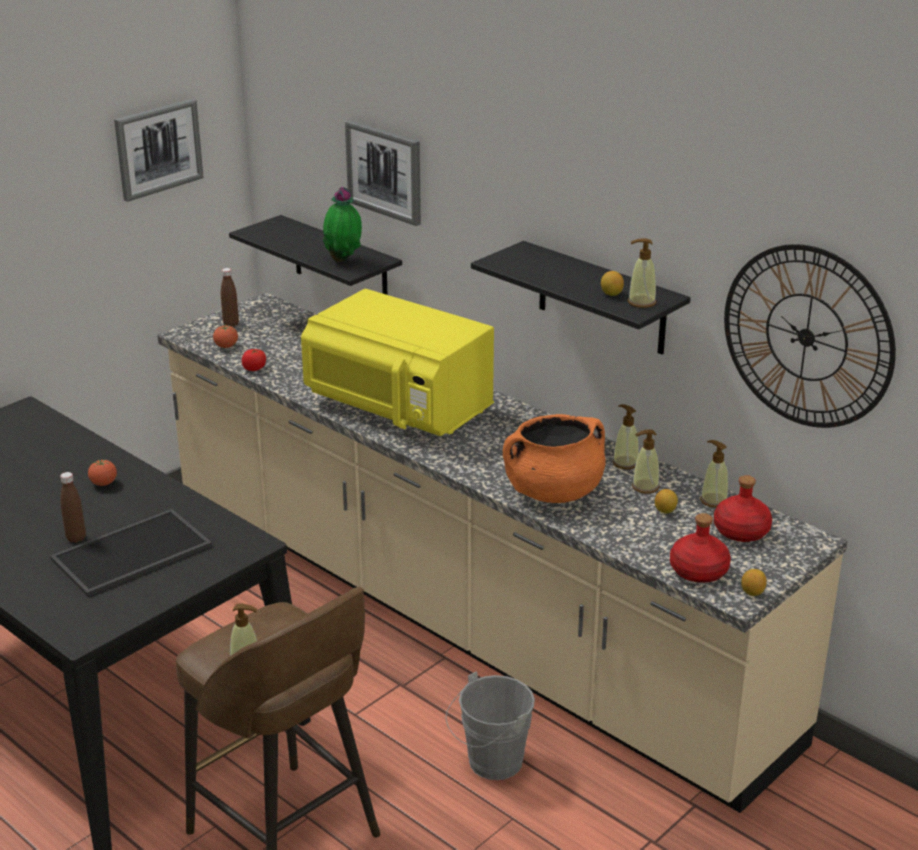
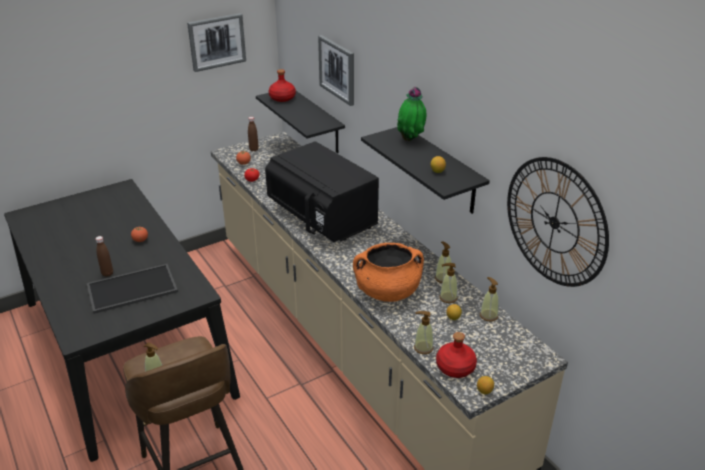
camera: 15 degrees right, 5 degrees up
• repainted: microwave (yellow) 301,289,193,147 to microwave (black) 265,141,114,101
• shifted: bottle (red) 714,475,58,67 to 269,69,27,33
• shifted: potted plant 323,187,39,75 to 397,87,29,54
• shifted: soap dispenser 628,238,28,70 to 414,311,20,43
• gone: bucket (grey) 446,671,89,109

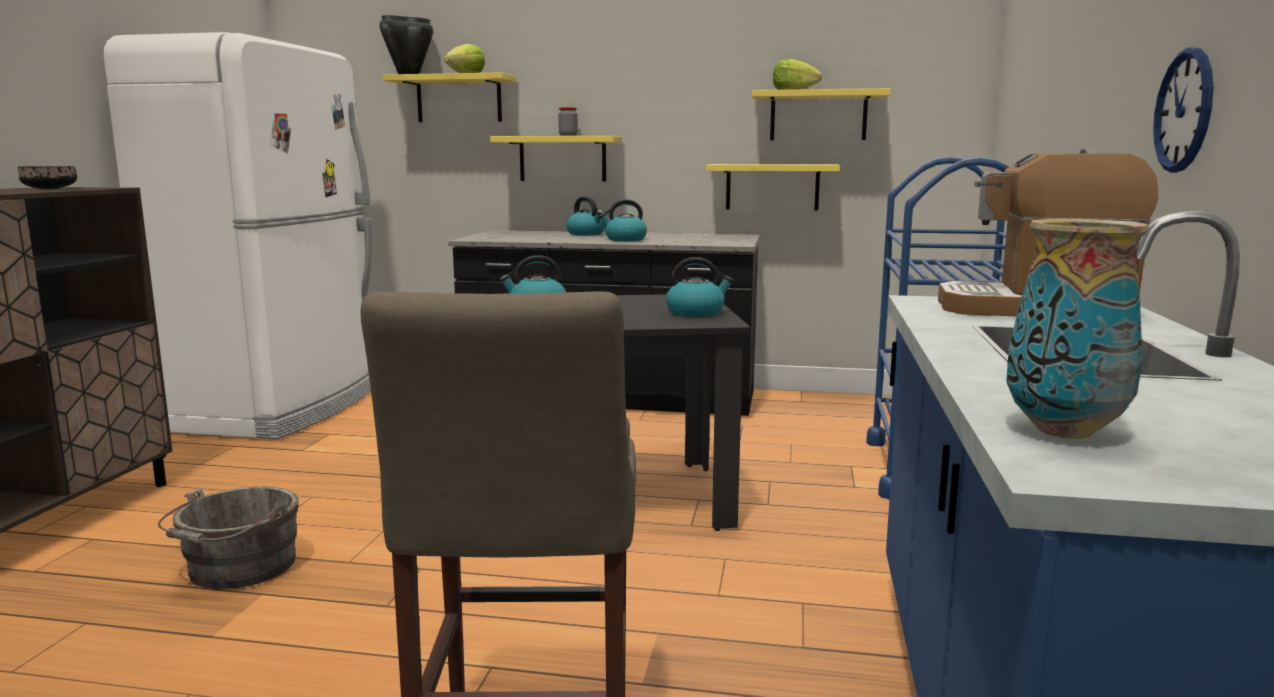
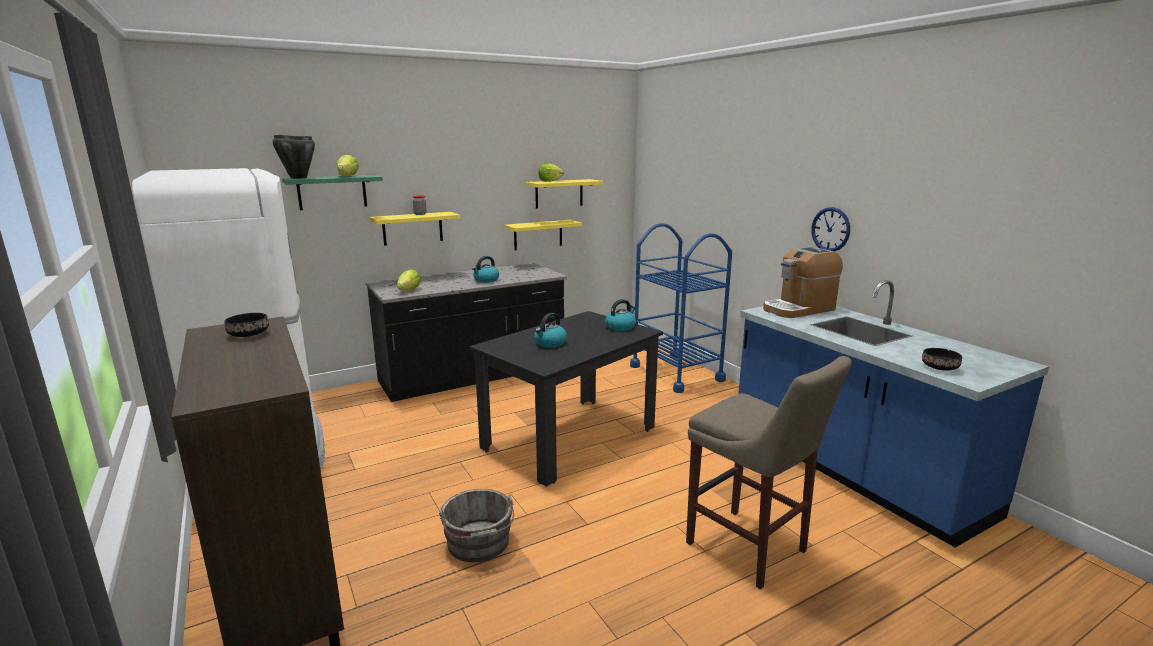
camera: 40 degrees left, 5 degrees up
• repainted: shelf (yellow) 383,72,133,50 to shelf (green) 282,175,101,35
• new: lettuce 397,269,24,22
• swapped: vase 1006,219,143,220 to bowl (black) 922,348,40,23
• gone: kettle 566,196,39,40

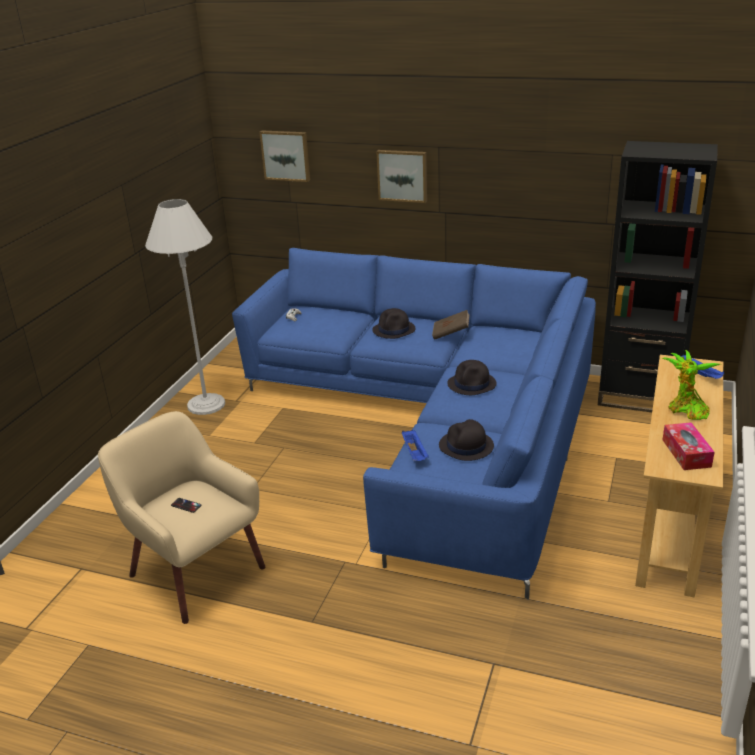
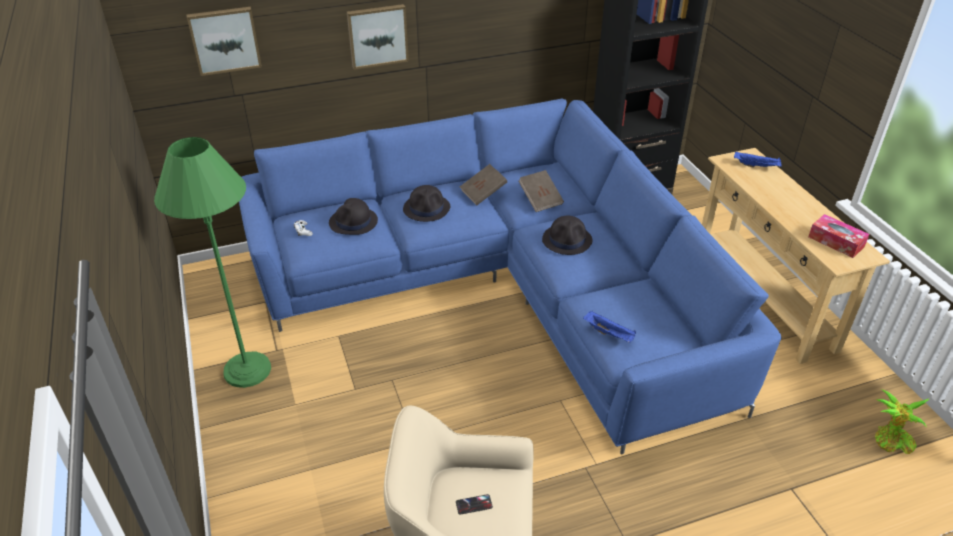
camera: 40 degrees left, 10 degrees up
• repainted: floor lamp (white) 145,199,80,216 to floor lamp (green) 154,137,117,251
• shifted: hat (black) 439,419,55,42 to 329,198,49,37
• new: book (brown) 519,170,45,42
• shifted: potted plant 662,350,58,70 to 875,389,54,65

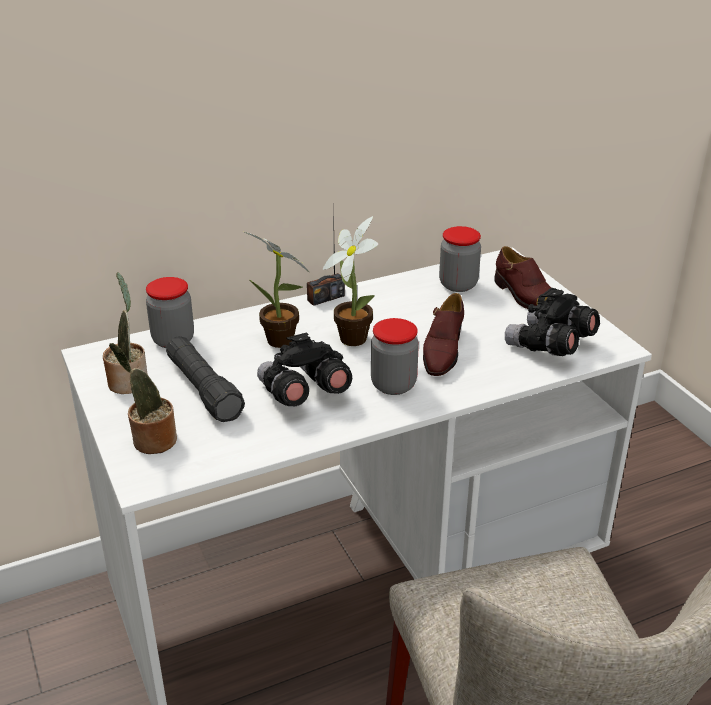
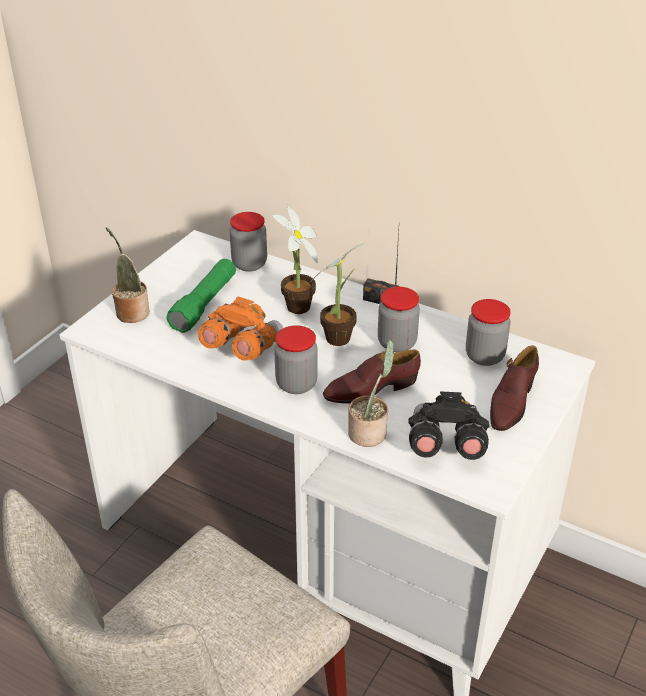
camera: 55 degrees right, 5 degrees up
• repainted: flashlight (black) 166,336,79,86 to flashlight (green) 166,259,70,74
• repainted: binoculars (black) 257,332,95,74 to binoculars (orange) 198,296,85,65
• shifted: potted plant 103,272,45,122 to 348,340,46,107
• new: jar 378,287,42,65

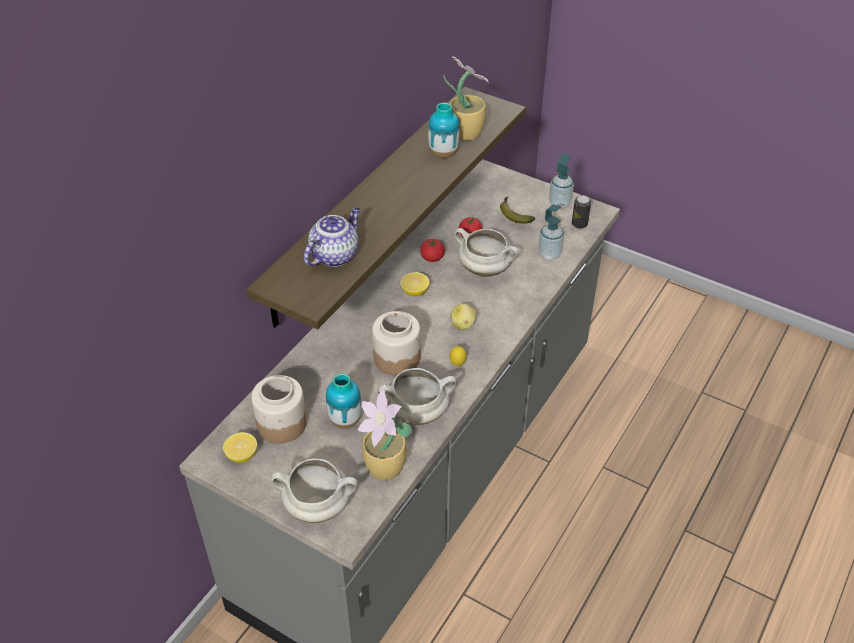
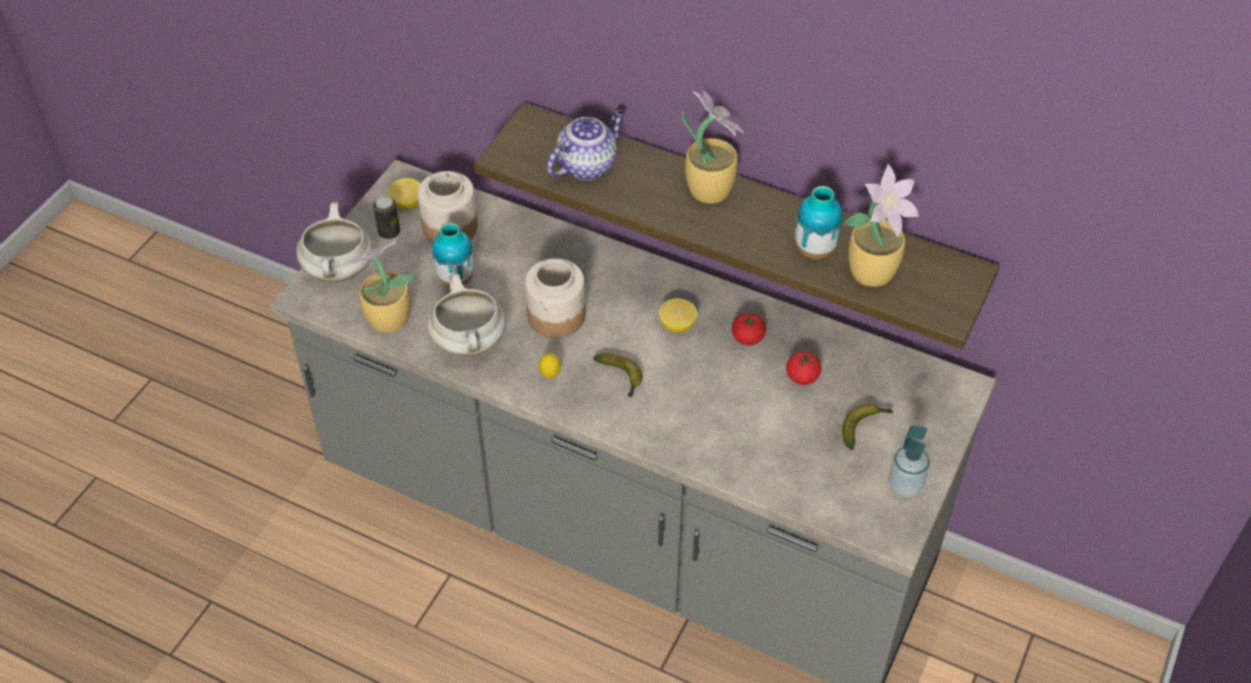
camera: 85 degrees right, 5 degrees up
• shifted: can 572,195,19,34 to 373,196,27,43
• rotated: teapot 304,207,56,60 = 547,110,78,70 75 degrees counterclockwise
• swapped: potato 450,303,27,27 to banana 593,353,49,45
• new: potted plant 682,91,62,113
• gone: cooking pot (white) 454,228,65,49
• gone: soap dispenser 538,204,26,56

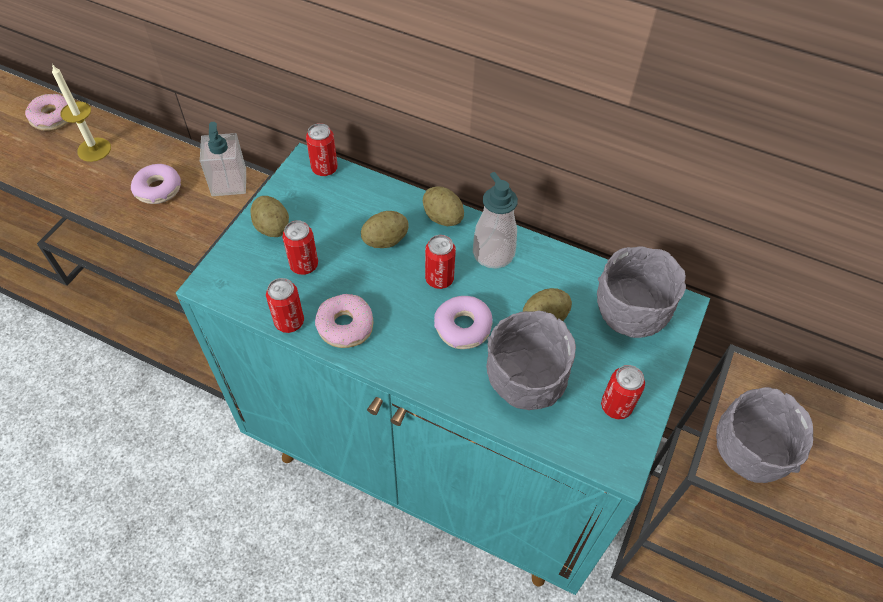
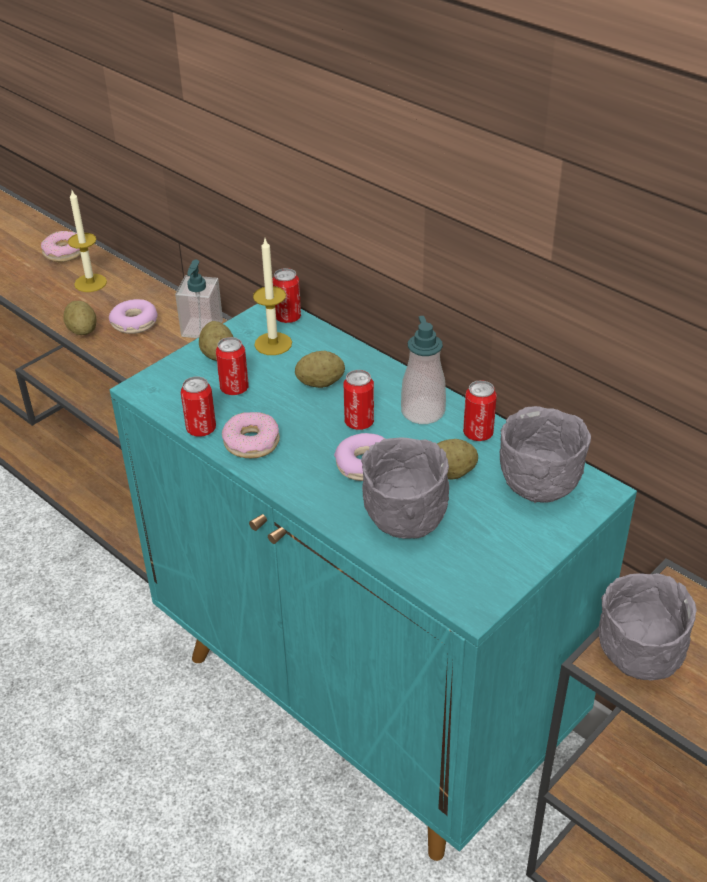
camera: 20 degrees right, 15 degrees down
• shifted: potato 423,186,41,41 to 63,301,33,34
• new: candle 253,239,39,116
• shifted: can 601,365,44,55 to 463,380,34,61

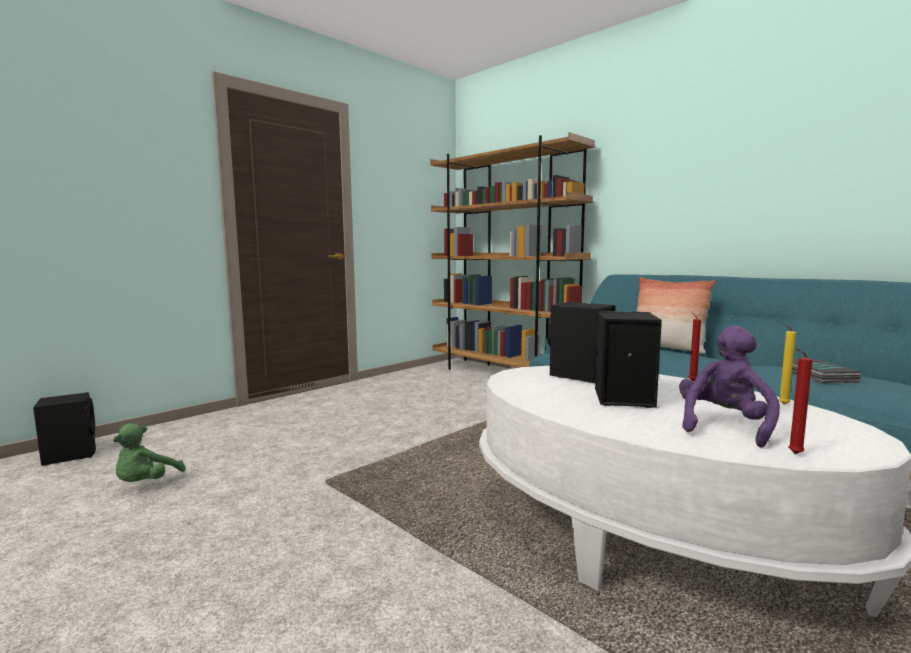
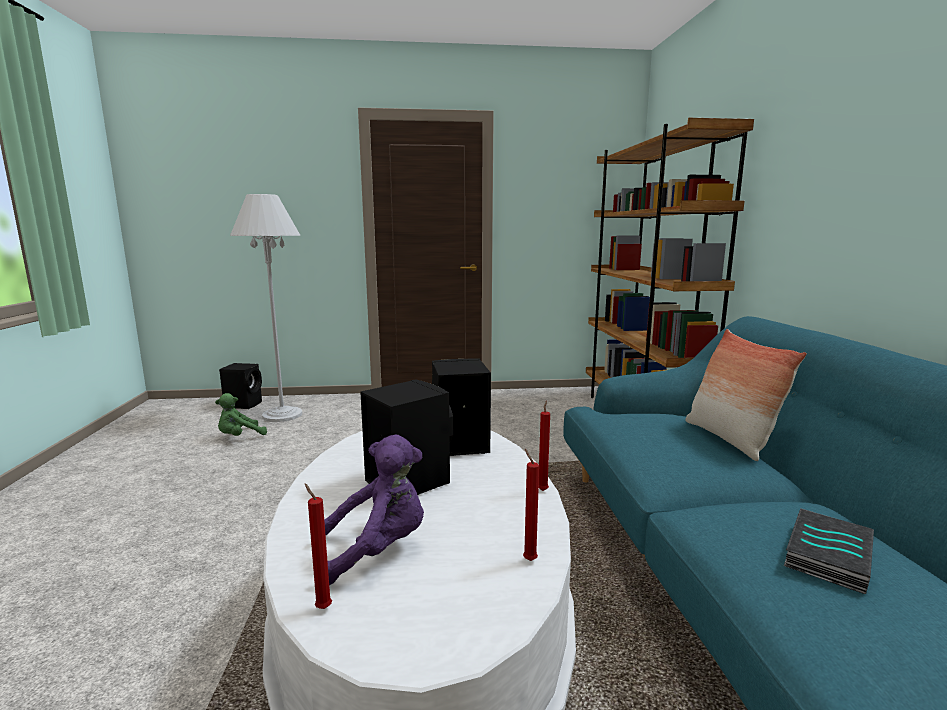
camera: 40 degrees right, 5 degrees up
• new: floor lamp (white) 230,194,73,228
• repainted: candle (yellow) 779,323,17,82 to candle (red) 523,449,16,112

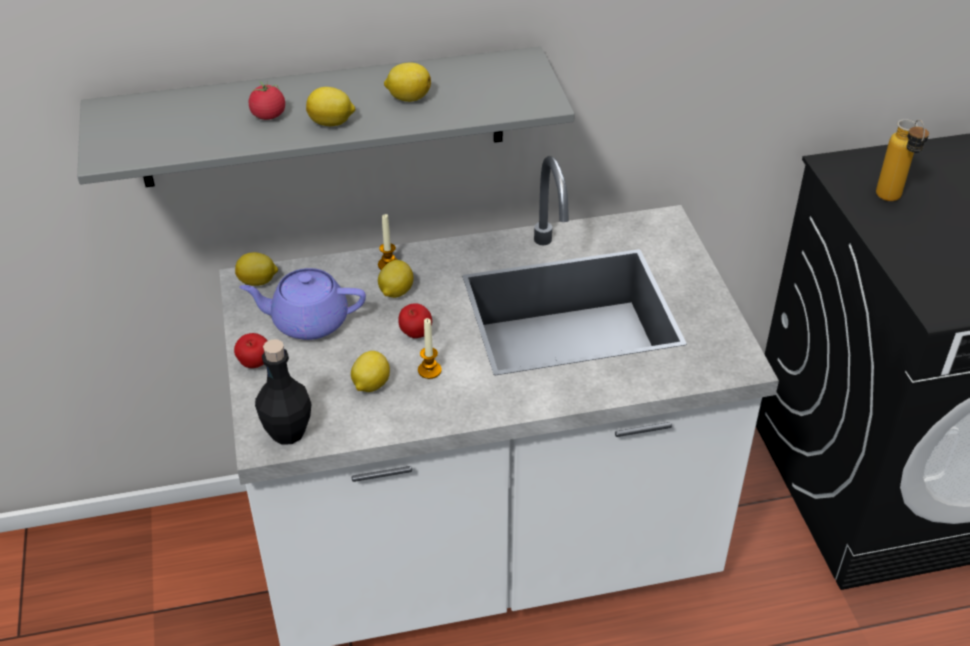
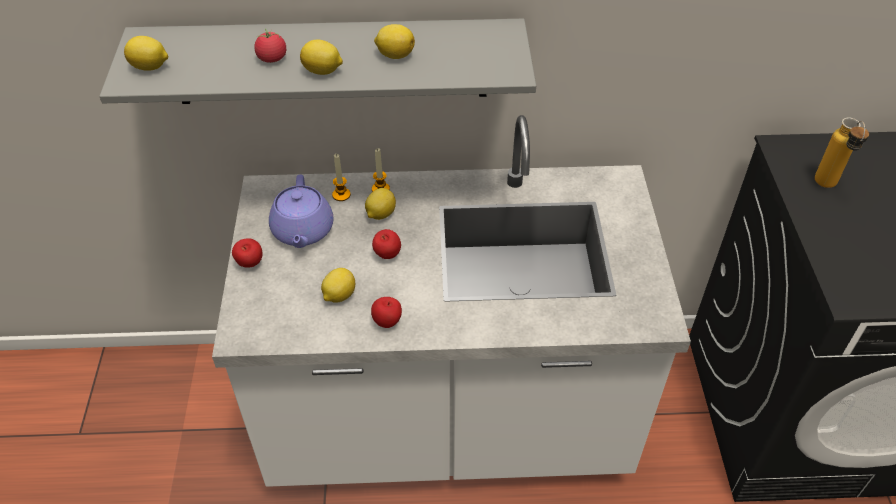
camera: 10 degrees right, 5 degrees up
• shifted: lemon 235,252,43,34 to 124,36,45,35
• rotated: teapot (purple) 239,268,127,72 = 269,175,64,73 105 degrees counterclockwise
• shifted: candle 418,318,24,61 to 332,154,19,47
• new: apple 371,297,31,31
• gone: bottle (black) 255,339,57,106

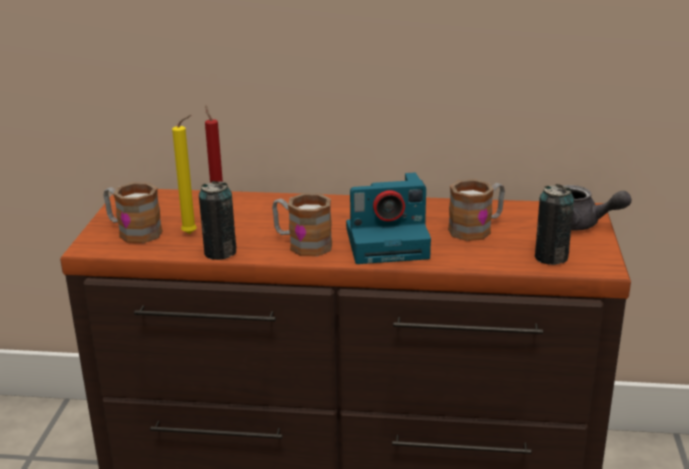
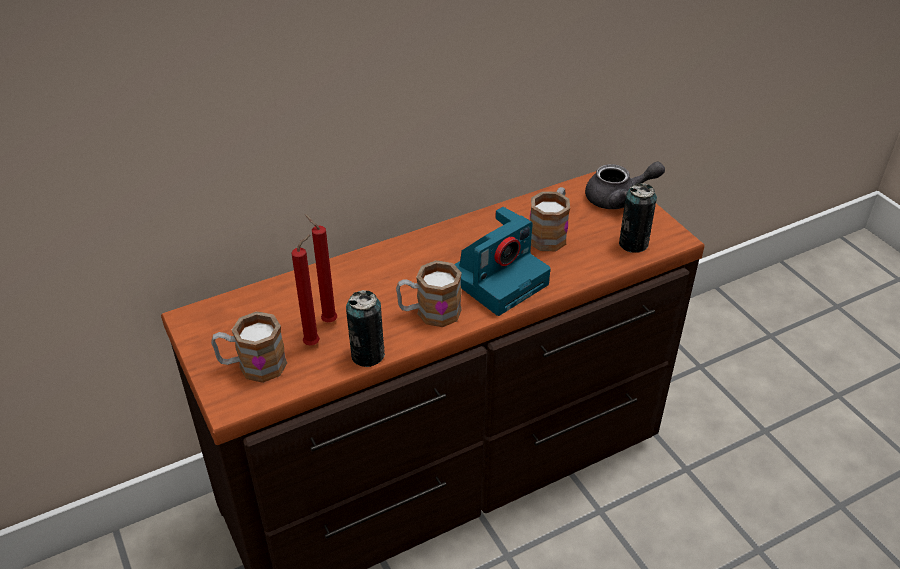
camera: 35 degrees left, 15 degrees up
• repainted: candle (yellow) 172,115,25,119 to candle (red) 291,234,29,111

